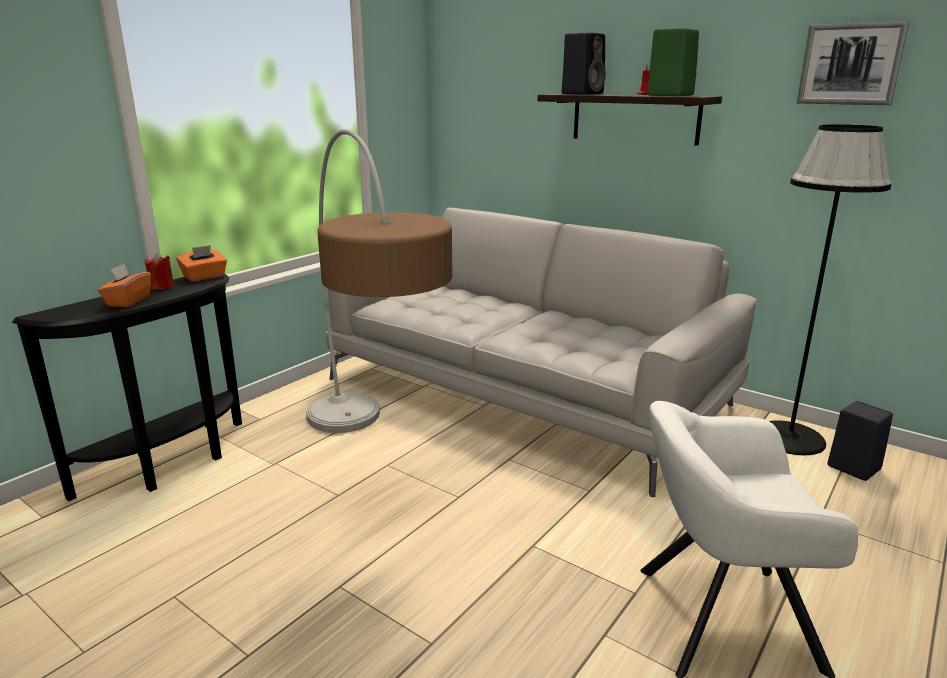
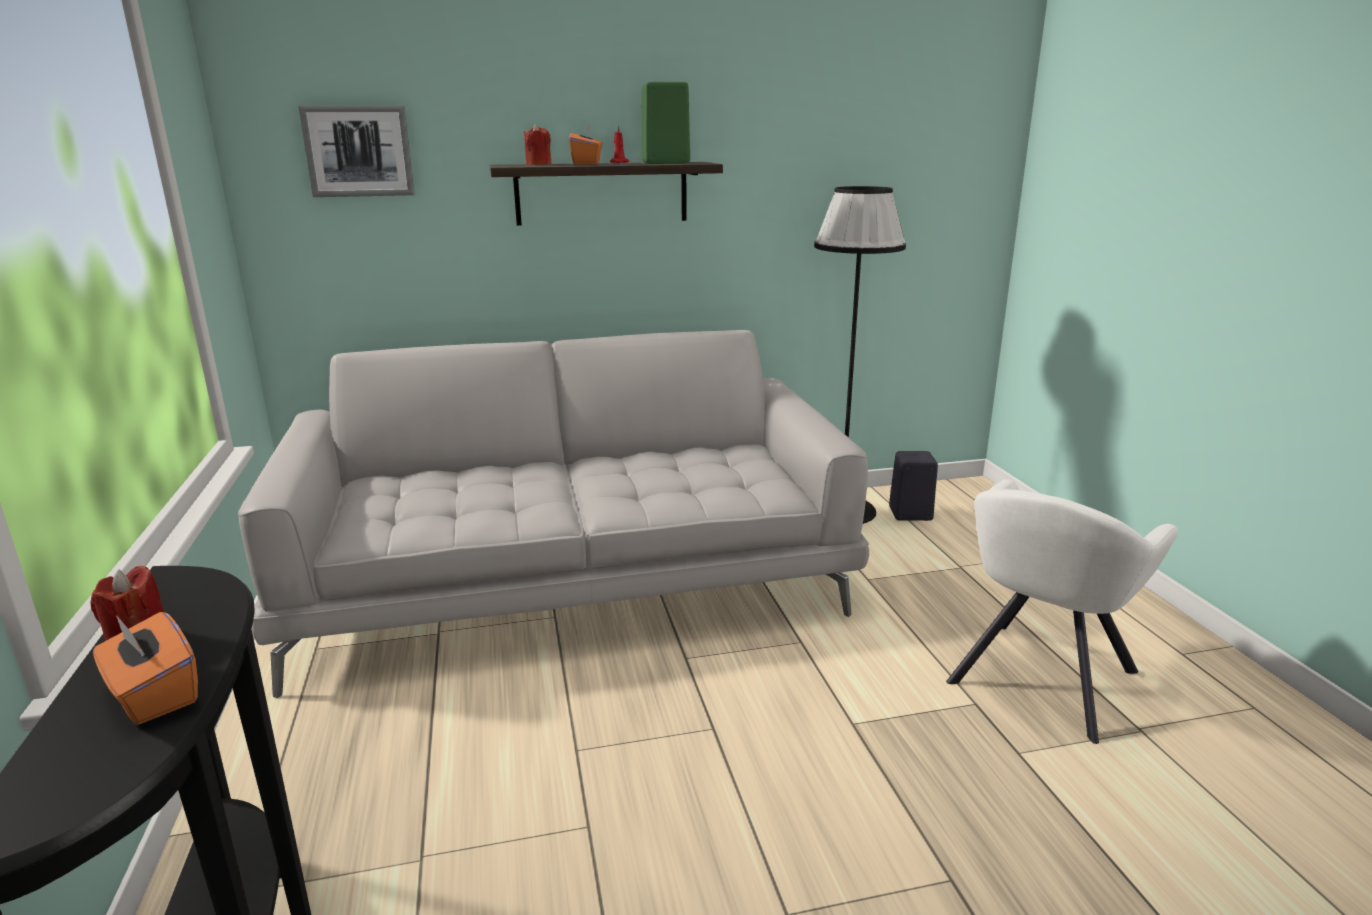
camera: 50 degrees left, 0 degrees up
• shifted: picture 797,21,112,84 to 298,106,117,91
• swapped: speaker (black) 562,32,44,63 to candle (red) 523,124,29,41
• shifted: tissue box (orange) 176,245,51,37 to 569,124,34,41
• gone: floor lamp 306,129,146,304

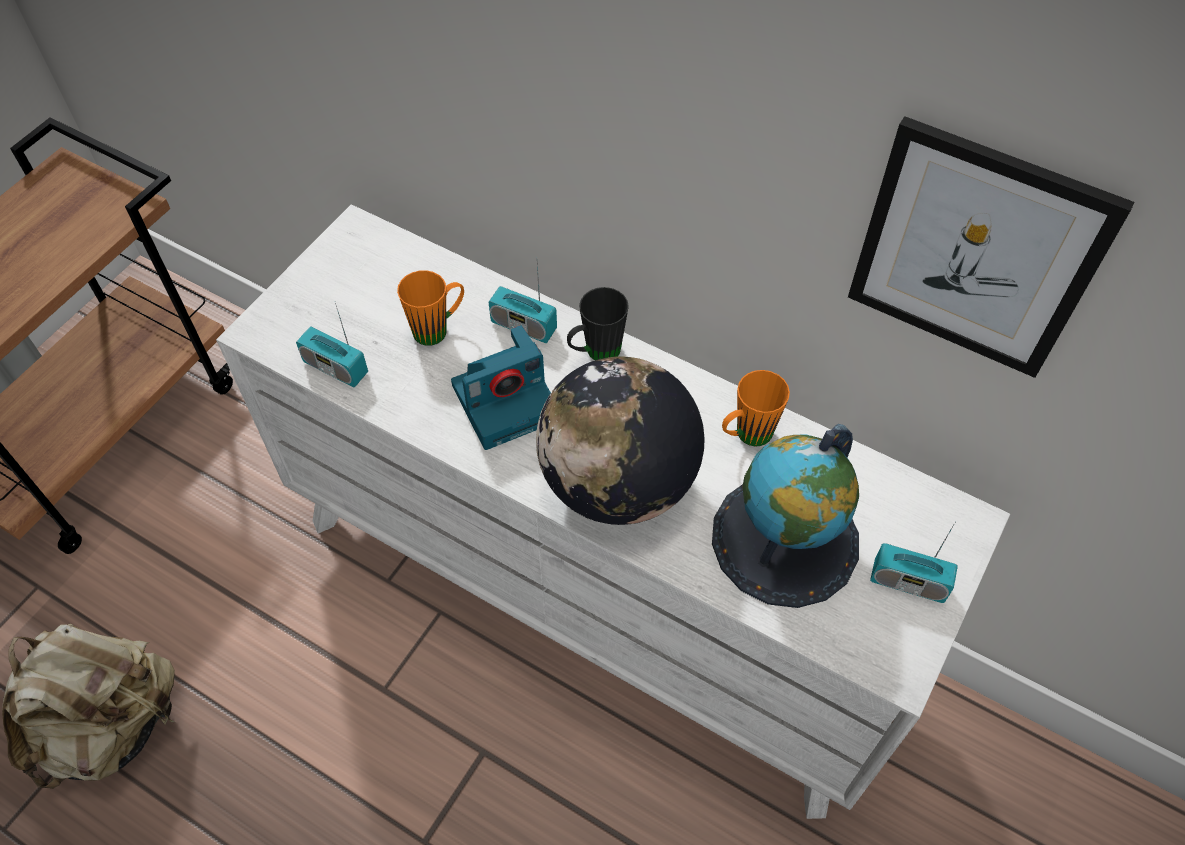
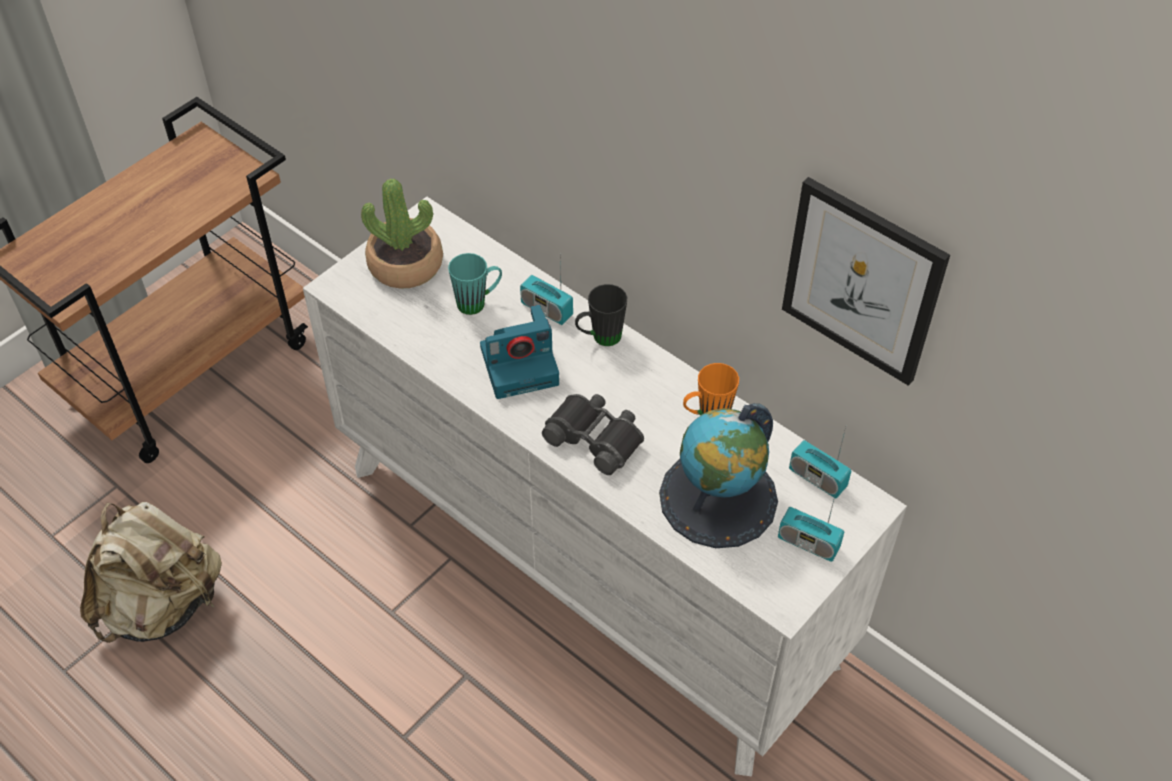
camera: 10 degrees right, 5 degrees down
• new: potted plant 361,178,82,111
• repainted: mug (orange) 397,270,67,76 to mug (turquoise) 448,253,54,62
• swapped: globe 536,357,168,168 to binoculars (black) 542,394,102,81
• shifted: radio 296,303,72,84 to 789,427,62,71

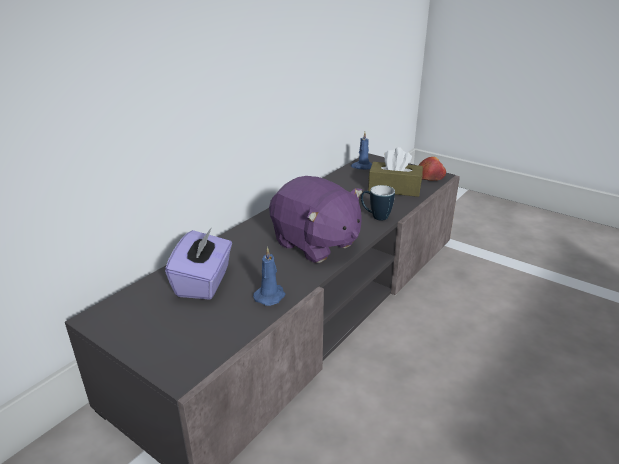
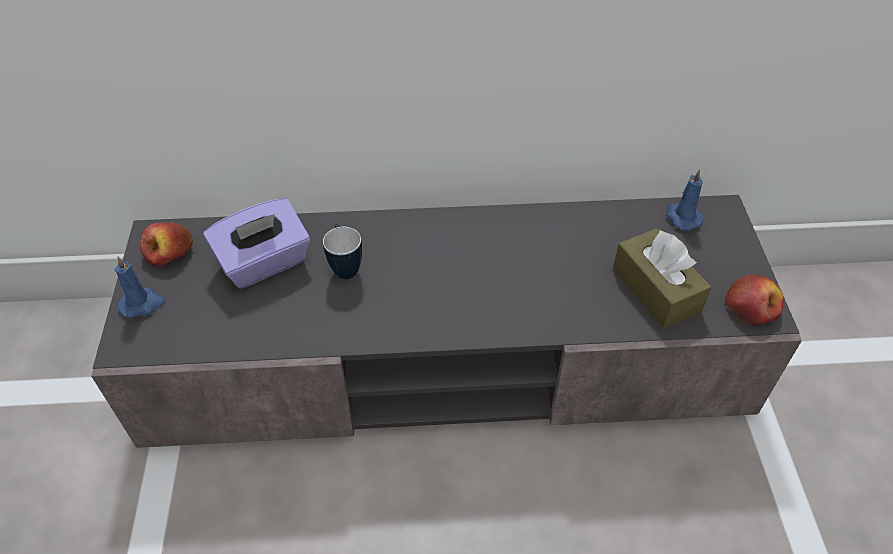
camera: 50 degrees right, 20 degrees up
• shifted: candle (blue) 253,247,32,59 to 114,257,51,61
• new: apple 140,222,53,44
• shifted: mug 361,185,34,36 to 323,224,39,55
• gone: plush toy (purple) 269,176,94,87

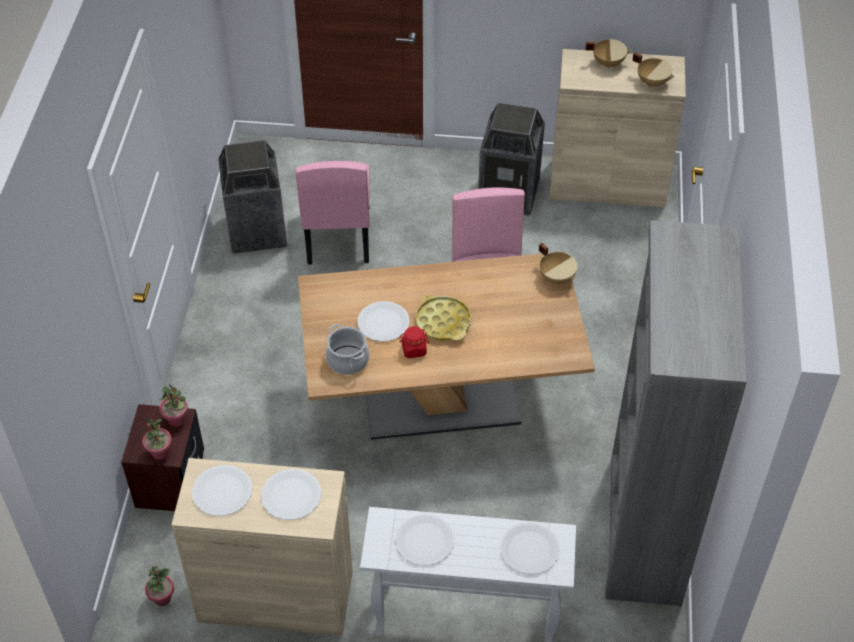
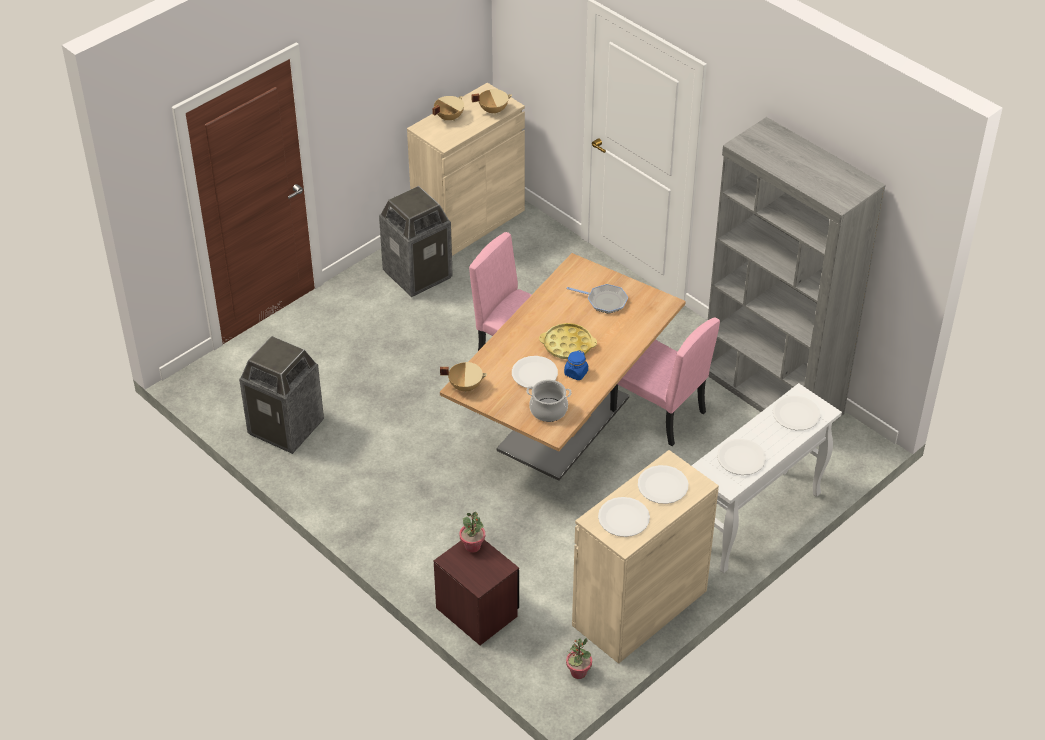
camera: 50 degrees left, 5 degrees down
• shifted: cooking pot (beige) 539,243,38,41 to 440,362,48,31
• repainted: jar (red) 399,326,30,32 to jar (blue) 564,350,24,30
• new: frying pan 567,284,61,30
• shifted: chair (pink) 296,161,74,104 to 610,318,110,128
• gone: potted plant 139,417,33,43

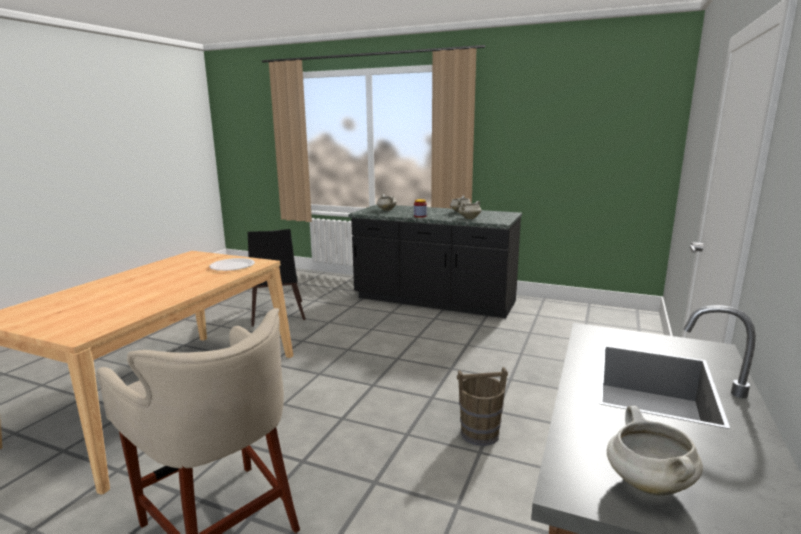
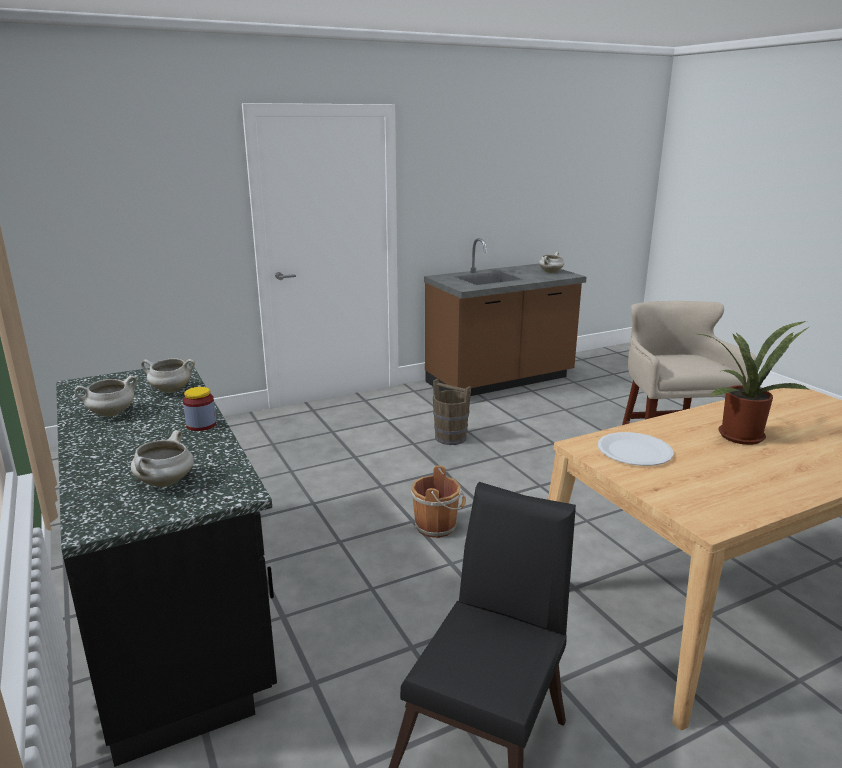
camera: 140 degrees left, 5 degrees up
• new: bucket (brown) 411,465,55,73
• new: potted plant 698,321,112,124

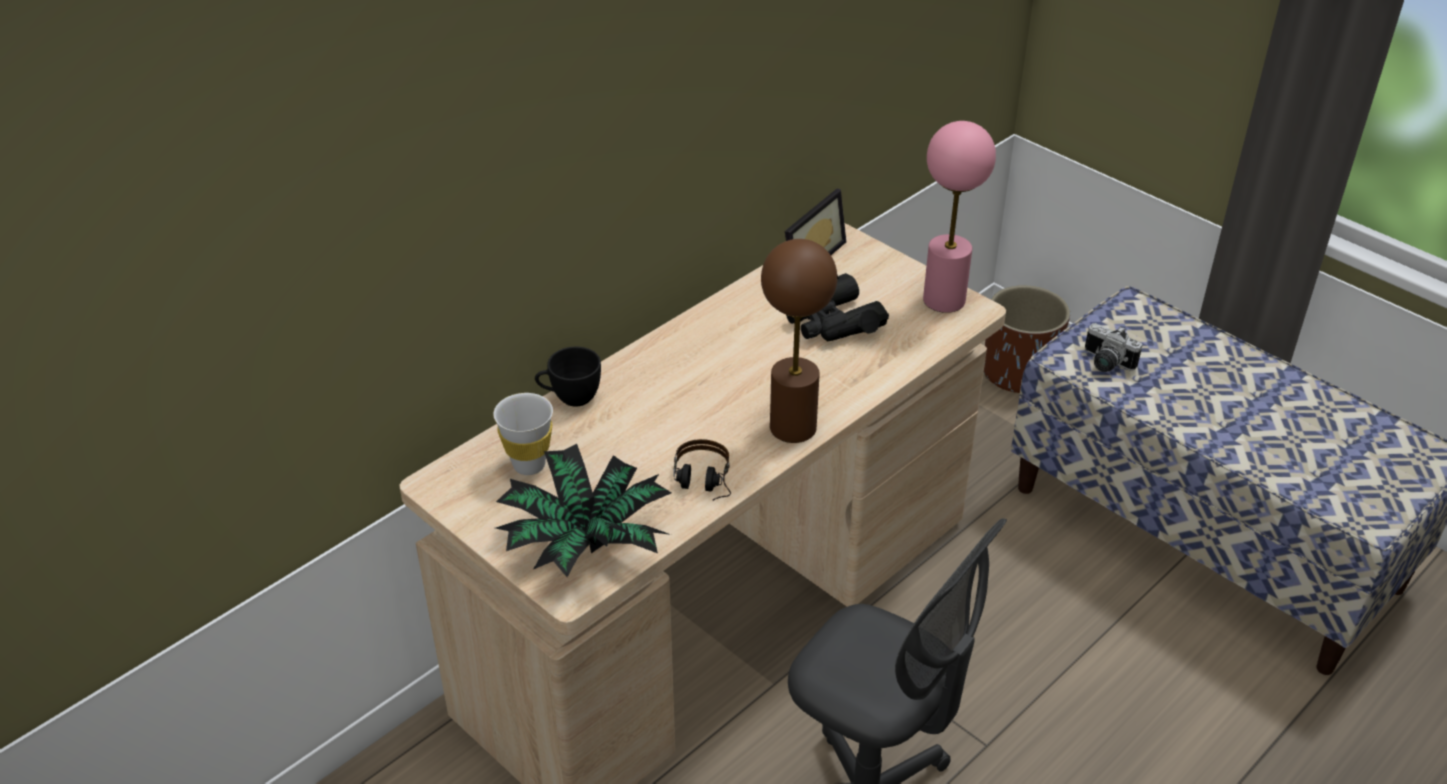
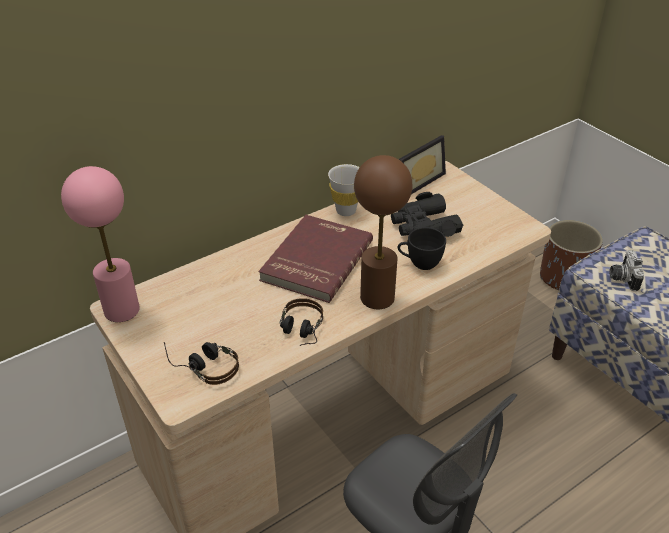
camera: 10 degrees right, 0 degrees up
• shifted: table lamp (pink) 923,121,73,192 to 61,166,79,156
• swapped: potted plant 496,444,175,133 to headphones 164,342,75,43
• new: book (red) 258,215,115,88
• shifted: cup (white) 493,393,60,82 to 328,164,32,52
• shifted: cup (black) 535,347,66,60 to 398,227,48,43
• rotated: photo camera 1085,323,57,49 = 610,250,34,41 45 degrees clockwise

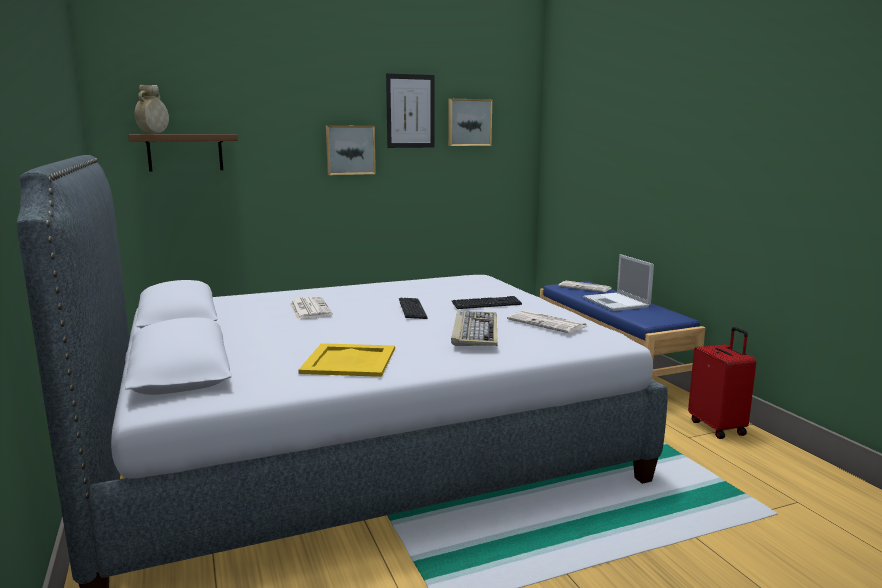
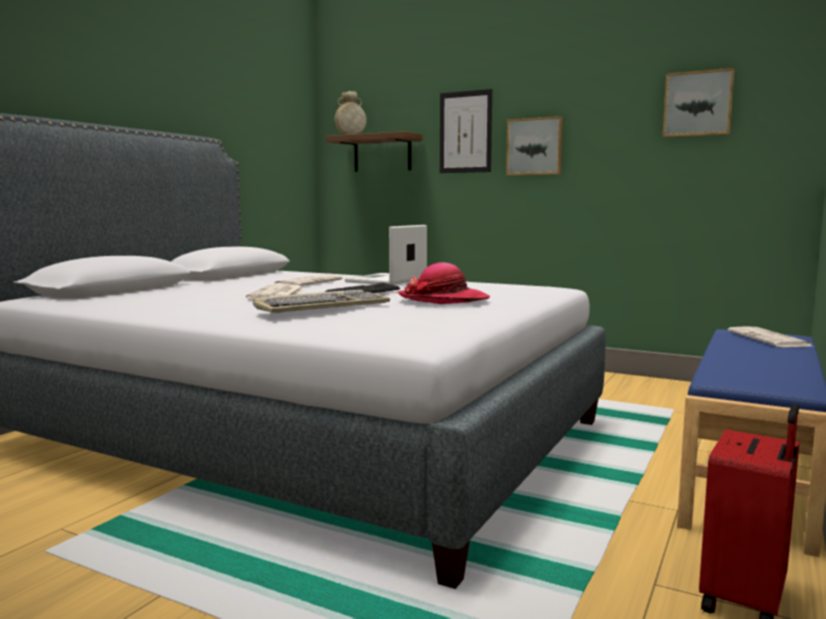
camera: 50 degrees right, 5 degrees down
• shifted: newspaper 507,310,80,23 to 246,284,59,16
• shifted: laptop 583,254,71,57 to 345,225,82,60
• swapped: keyboard 452,296,70,13 to hat 397,262,93,42
• shifted: picture 386,73,49,75 to 440,89,52,84
• gone: tray (yellow) 298,343,97,34

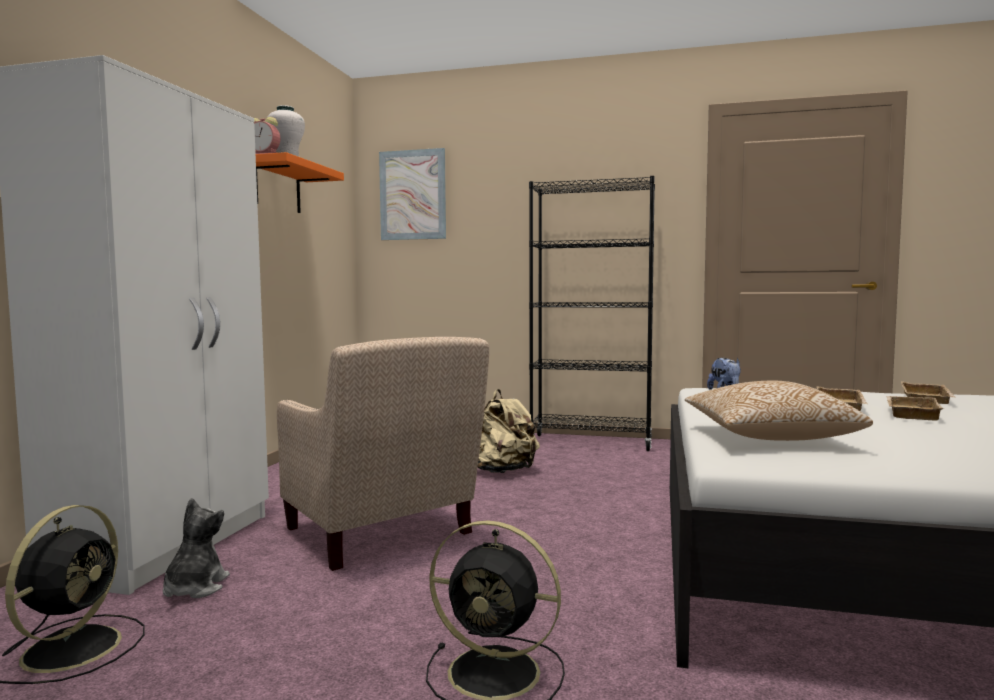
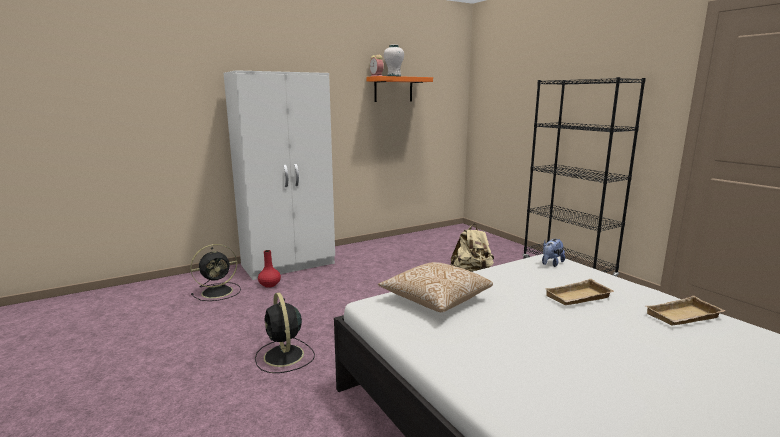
camera: 45 degrees right, 10 degrees up
• swapped: plush toy 163,498,67,100 to vase (red) 258,250,23,38
• gone: armchair (beige) 277,337,212,234
• gone: picture 379,148,67,92
• gone: tray (beige) 886,396,57,24

